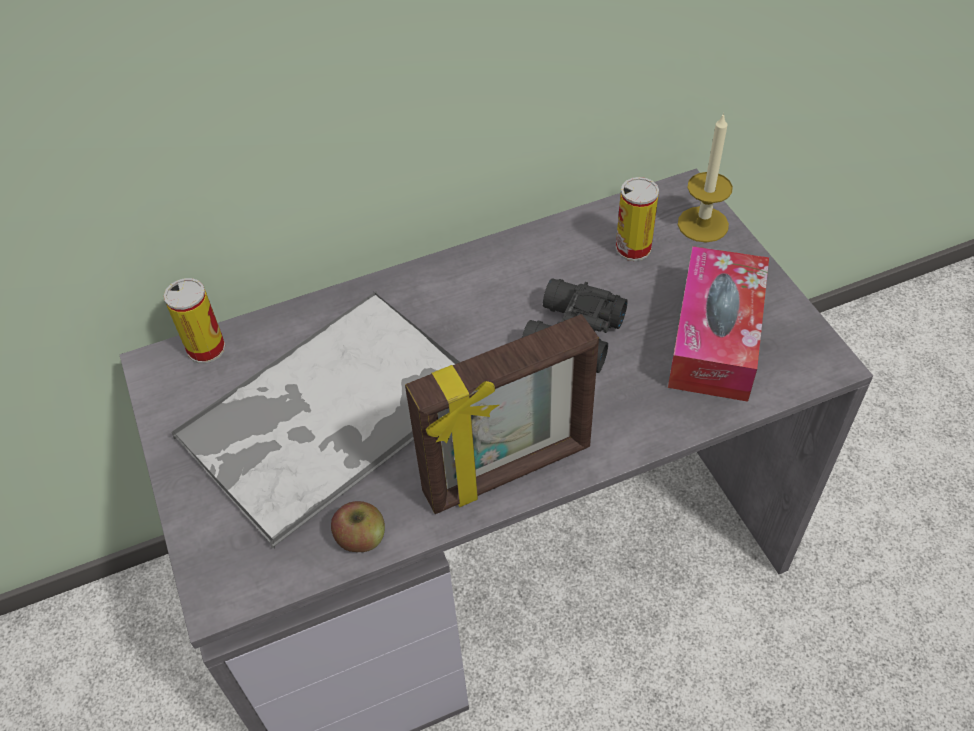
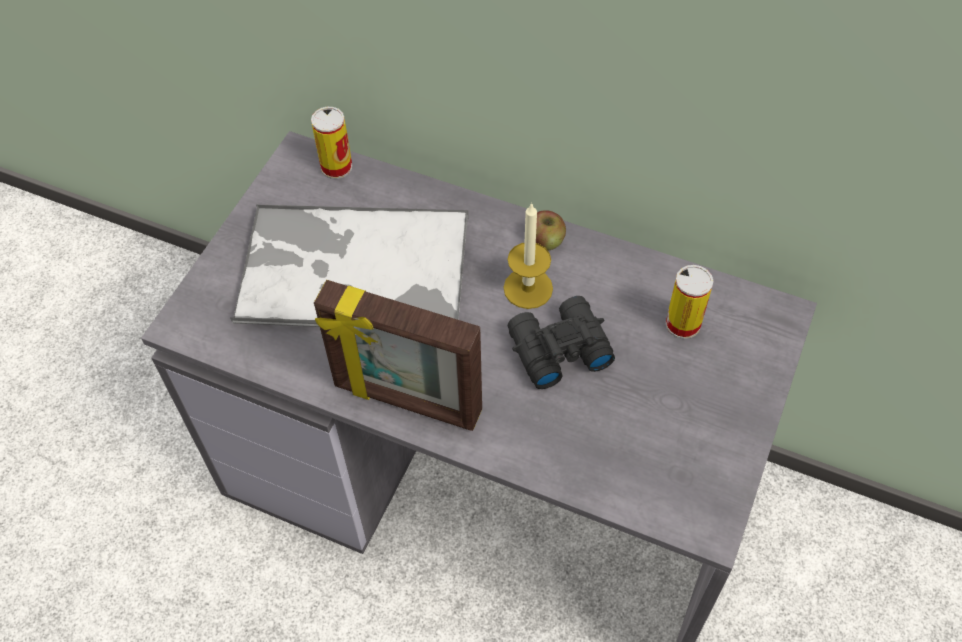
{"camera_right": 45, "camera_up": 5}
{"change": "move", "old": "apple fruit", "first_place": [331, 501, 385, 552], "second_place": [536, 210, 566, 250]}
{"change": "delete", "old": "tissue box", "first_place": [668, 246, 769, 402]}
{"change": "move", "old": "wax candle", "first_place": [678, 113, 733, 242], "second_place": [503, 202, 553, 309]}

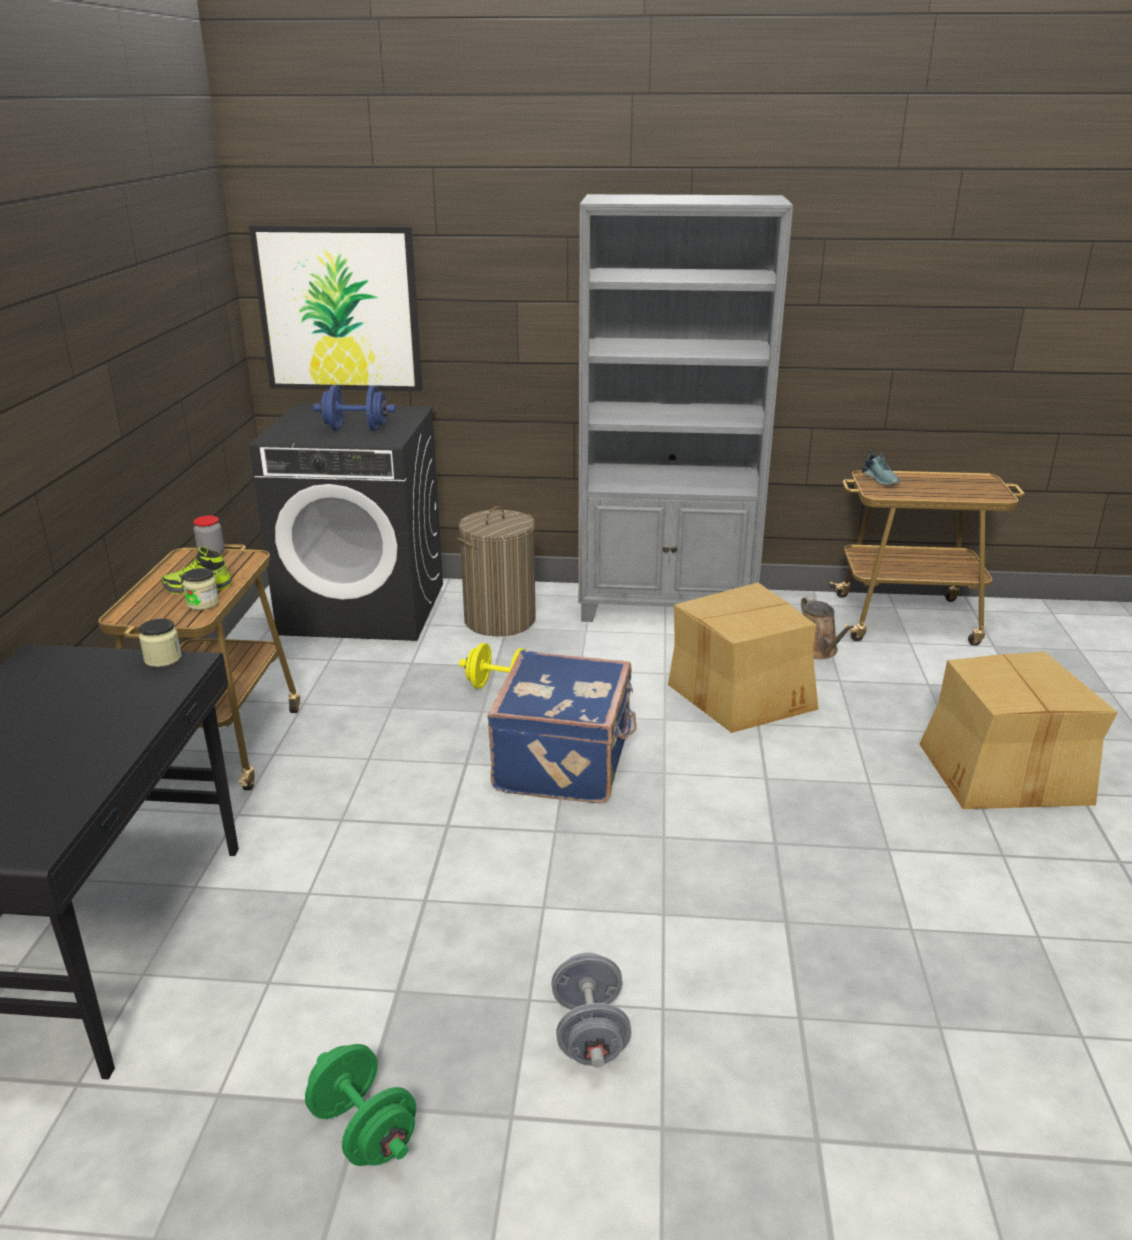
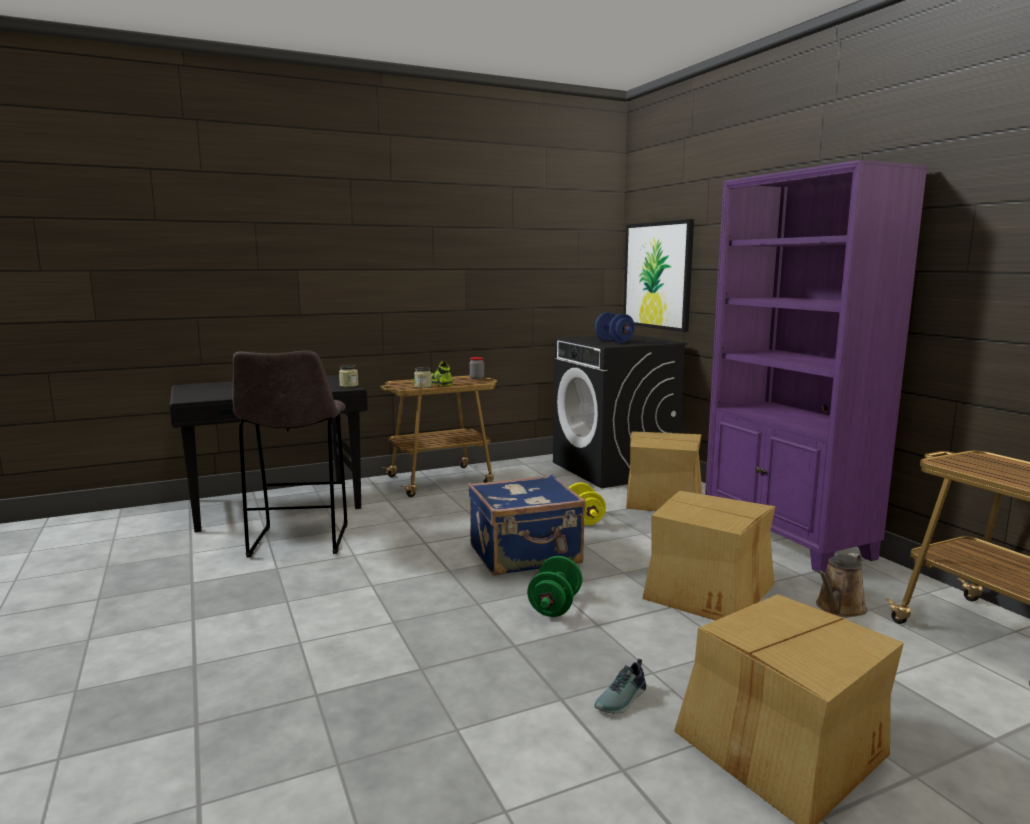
{"camera_right": 60, "camera_up": -15}
{"change": "move", "old": "green-coloured hand weight", "first_place": [305, 1044, 416, 1166], "second_place": [527, 556, 582, 617]}
{"change": "replace", "old": "hamper", "new": "packing box", "first_place": [457, 506, 536, 636], "second_place": [626, 431, 702, 511]}
{"change": "delete", "old": "grey hand weight", "first_place": [551, 953, 632, 1068]}
{"change": "recolor", "old": "grey bookshelf", "new": "purple-coloured bookshelf", "first_place": [578, 194, 793, 622], "second_place": [705, 160, 928, 573]}
{"change": "move", "old": "low shoe", "first_place": [861, 451, 900, 485], "second_place": [594, 659, 646, 714]}
{"change": "insert", "new": "grey stool seat", "second_place": [232, 350, 348, 557]}

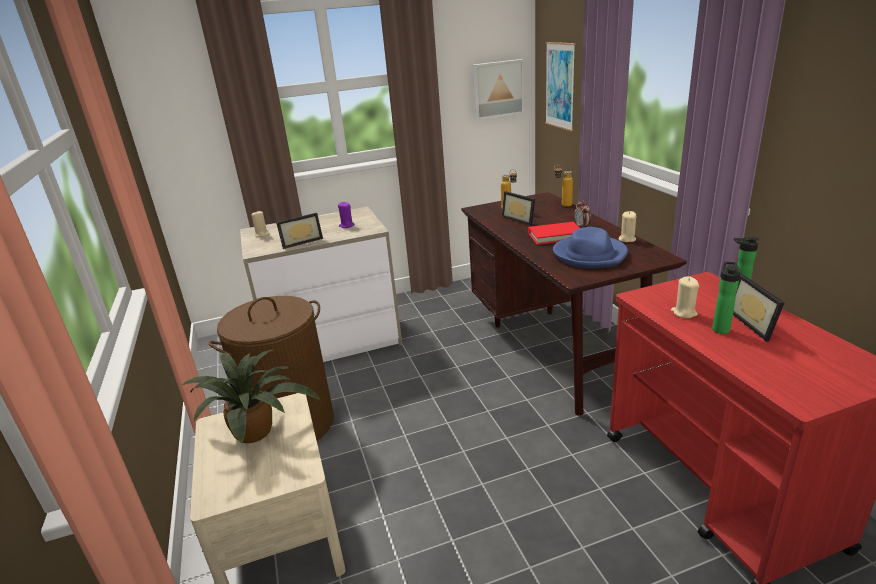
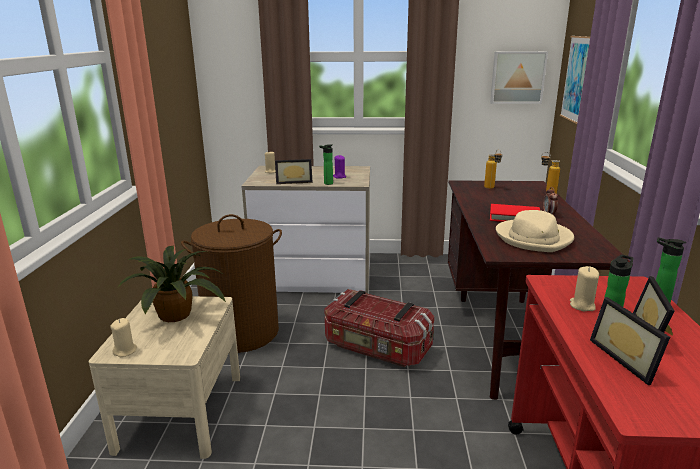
{"camera_right": 20, "camera_up": -5}
{"change": "move", "old": "standing frame", "first_place": [502, 191, 535, 226], "second_place": [590, 297, 670, 385]}
{"change": "recolor", "old": "bluish wearable hat", "new": "beige-coloured wearable hat", "first_place": [553, 227, 628, 268], "second_place": [496, 210, 574, 252]}
{"change": "move", "old": "beige-coloured wax candle", "first_place": [618, 211, 636, 242], "second_place": [110, 318, 137, 357]}
{"change": "insert", "new": "beverage bottle", "second_place": [319, 144, 333, 185]}
{"change": "insert", "new": "storage container", "second_place": [324, 289, 434, 367]}

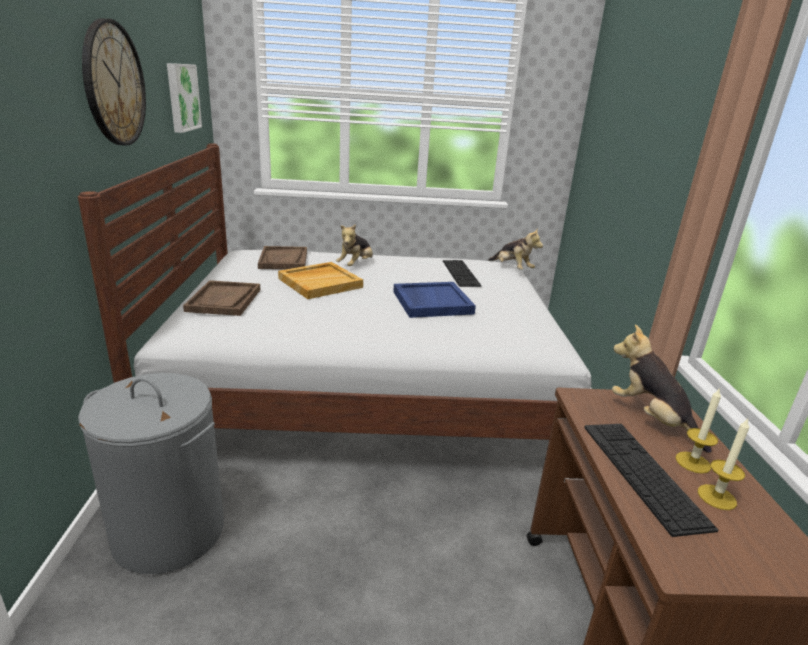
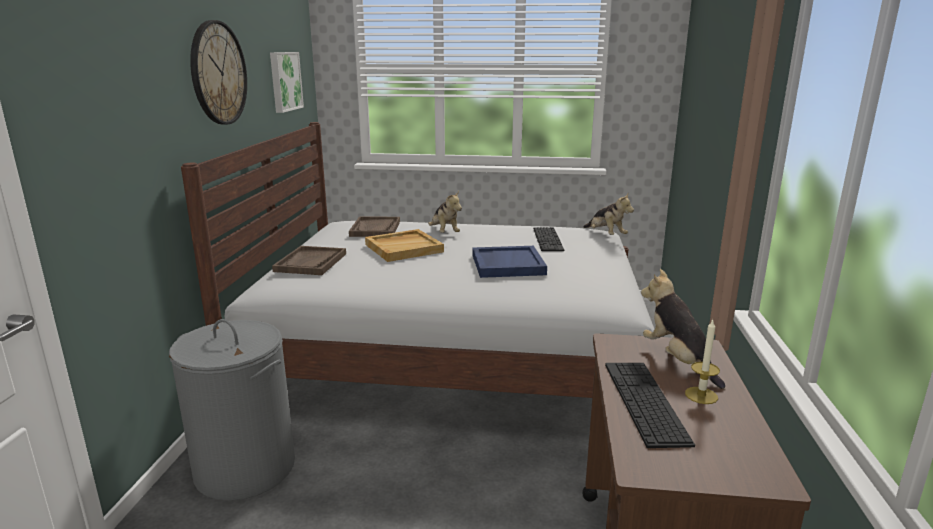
{"camera_right": 10, "camera_up": -5}
{"change": "rotate", "old": "cuddly toy", "first_place": [336, 224, 373, 266], "second_place": [428, 191, 462, 233], "degrees": -60}
{"change": "delete", "old": "wax candle", "first_place": [698, 419, 749, 510]}

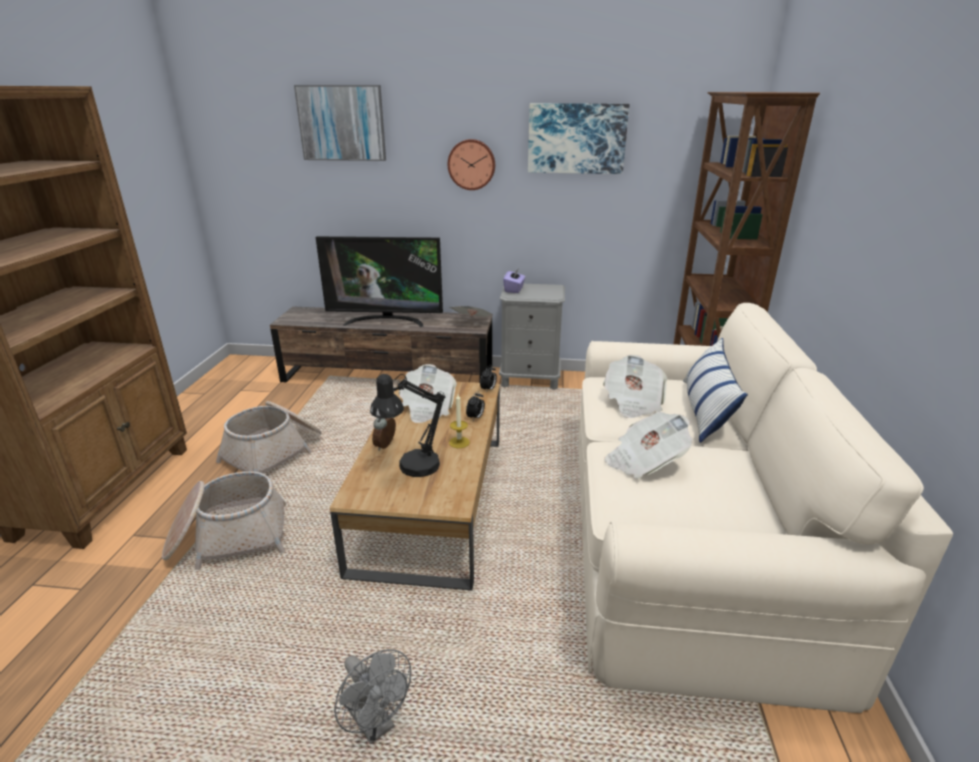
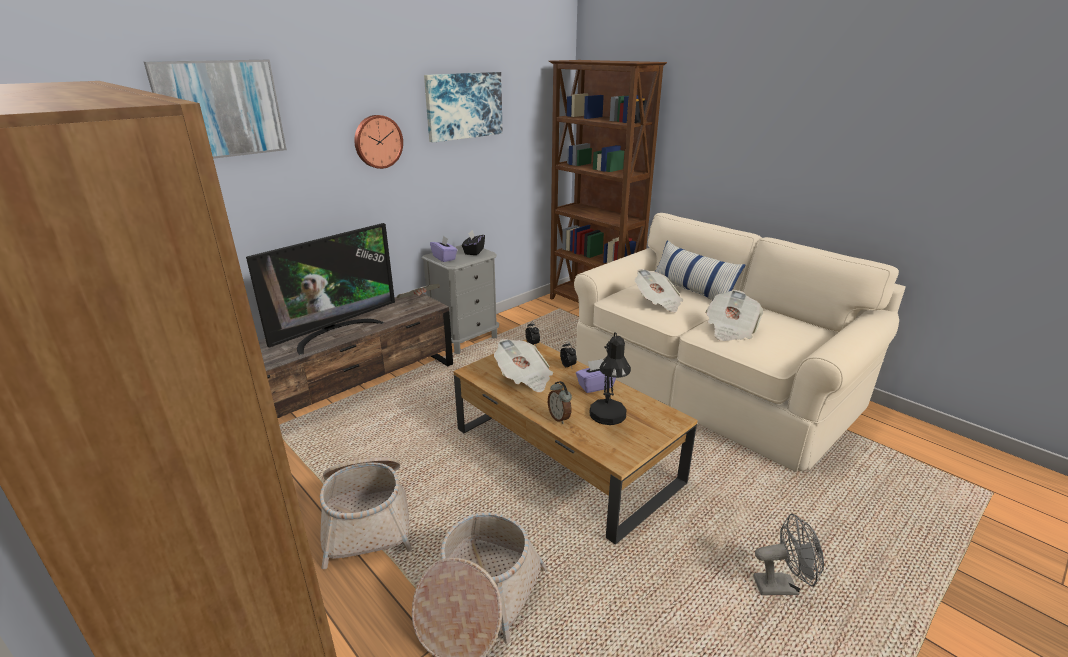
{"camera_right": -50, "camera_up": 0}
{"change": "replace", "old": "wax candle", "new": "purple-coloured tissue box", "first_place": [449, 394, 470, 448], "second_place": [576, 359, 616, 393]}
{"change": "insert", "new": "black-coloured tissue box", "second_place": [462, 230, 485, 255]}

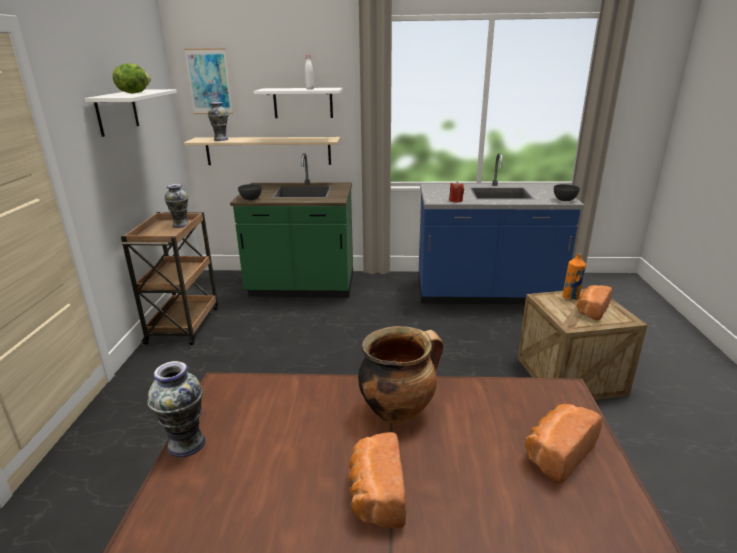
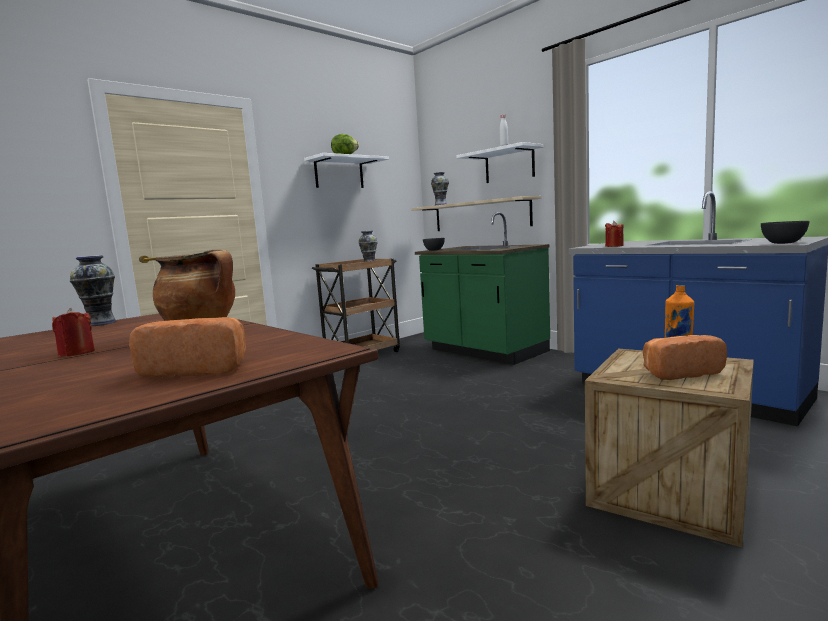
{"camera_right": 45, "camera_up": -15}
{"change": "delete", "old": "wall picture", "first_place": [184, 48, 233, 114]}
{"change": "replace", "old": "baked bread", "new": "red-coloured wax candle", "first_place": [348, 432, 406, 528], "second_place": [52, 308, 95, 357]}

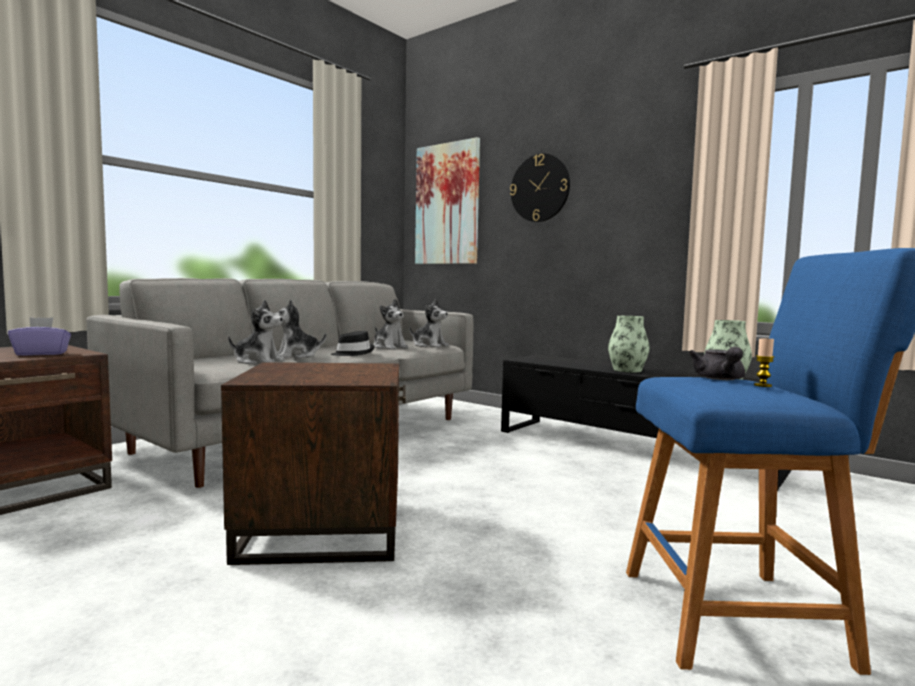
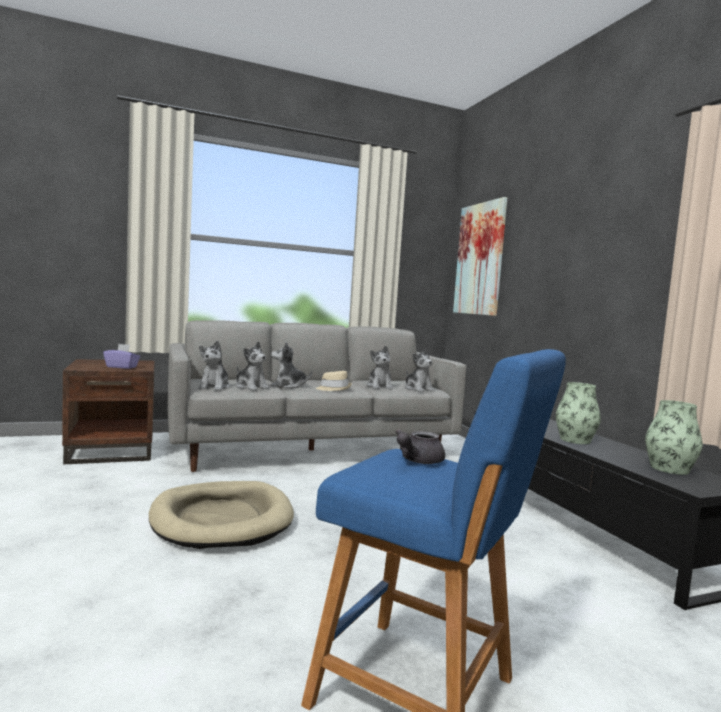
{"camera_right": 30, "camera_up": 0}
{"change": "replace", "old": "brown accent table", "new": "beige-coloured dog bed", "first_place": [221, 362, 405, 565], "second_place": [149, 481, 294, 549]}
{"change": "recolor", "old": "black-coloured wearable hat", "new": "beige-coloured wearable hat", "first_place": [331, 331, 375, 356], "second_place": [316, 371, 352, 391]}
{"change": "delete", "old": "clock on the wall", "first_place": [510, 153, 570, 222]}
{"change": "delete", "old": "wax candle", "first_place": [754, 337, 774, 387]}
{"change": "insert", "new": "cuddly toy", "second_place": [199, 340, 230, 391]}

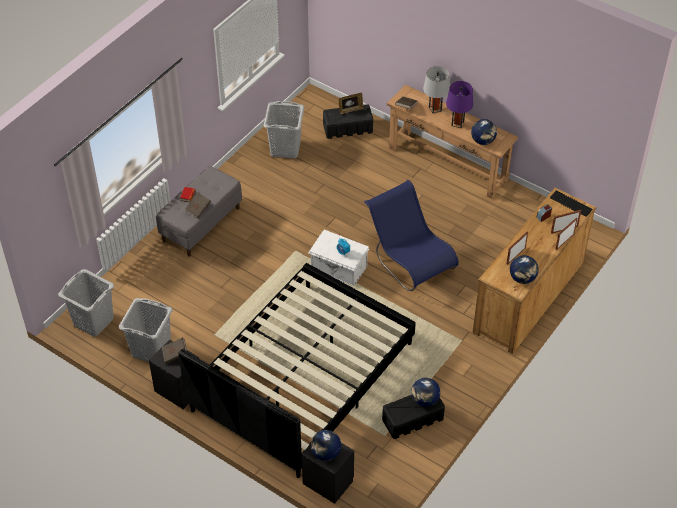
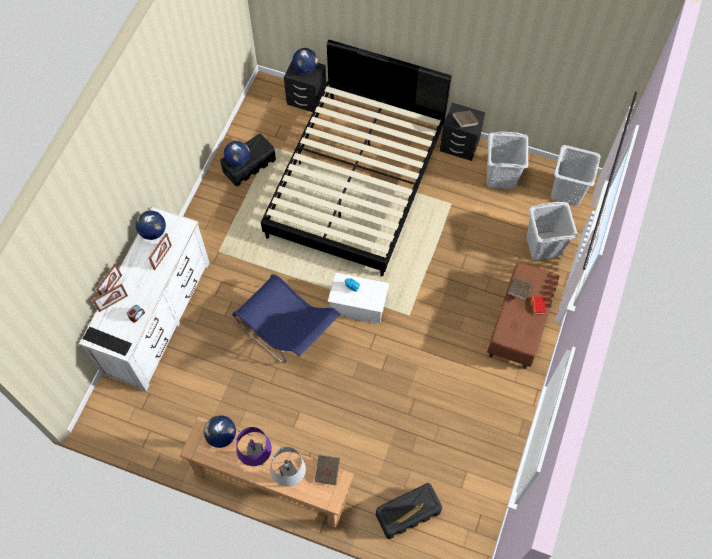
{"camera_right": 165, "camera_up": 15}
{"change": "recolor", "old": "grey long seat", "new": "brown long seat", "first_place": [156, 166, 242, 256], "second_place": [487, 262, 559, 369]}
{"change": "move", "old": "grey hamper", "first_place": [264, 101, 305, 158], "second_place": [526, 202, 578, 261]}
{"change": "recolor", "old": "brown dresser", "new": "white-coloured dresser", "first_place": [473, 188, 597, 354], "second_place": [79, 206, 210, 392]}

